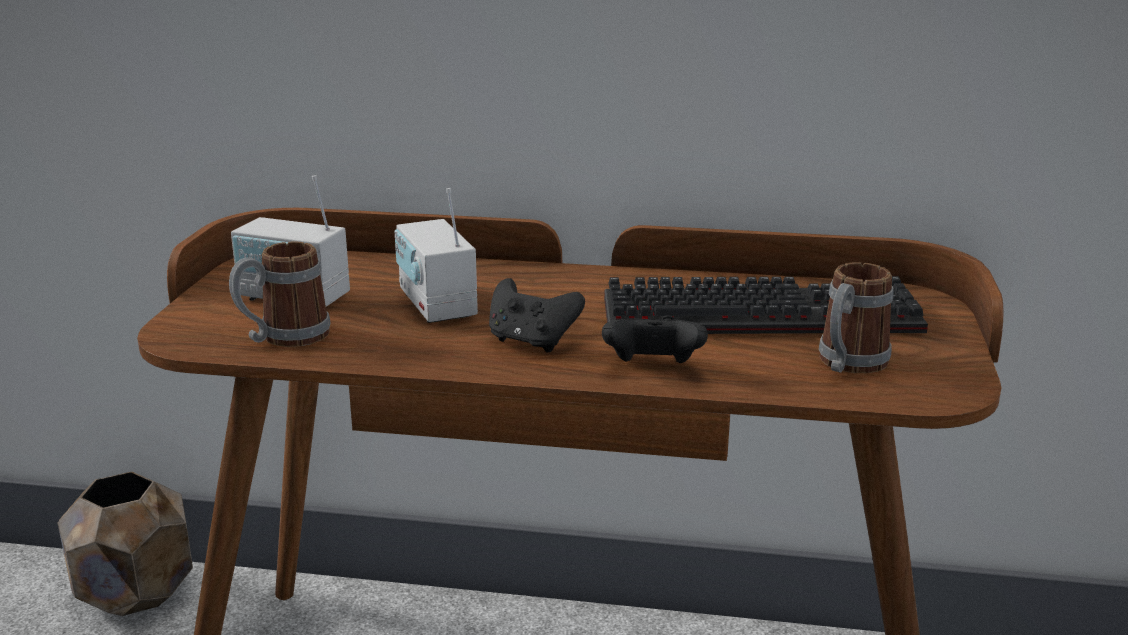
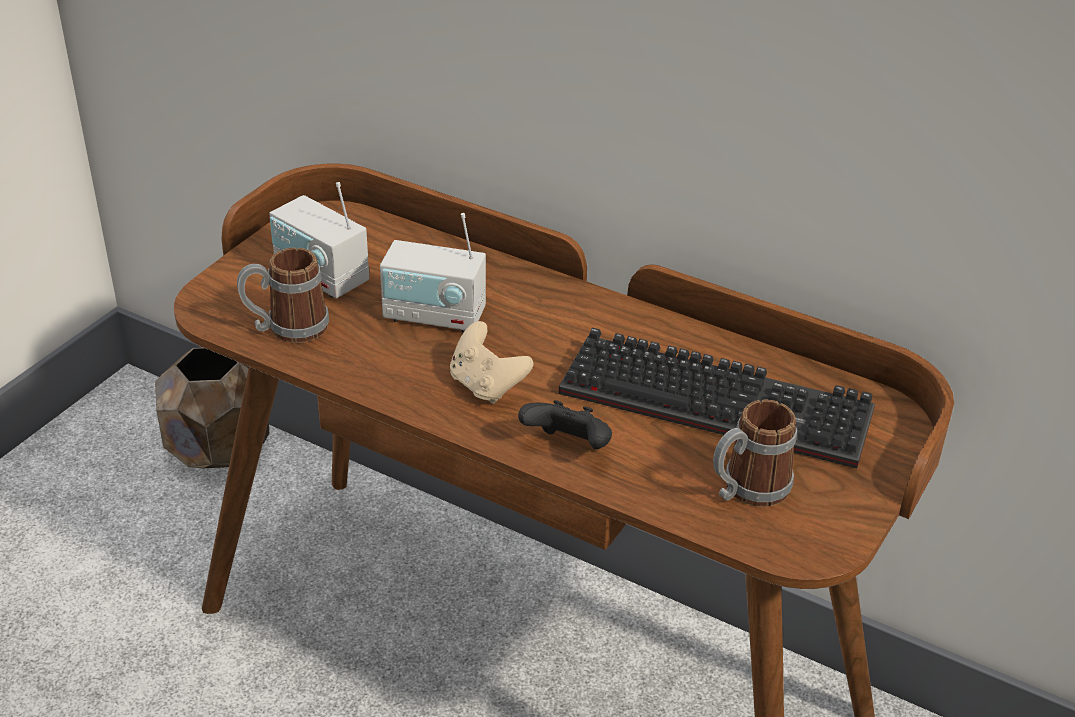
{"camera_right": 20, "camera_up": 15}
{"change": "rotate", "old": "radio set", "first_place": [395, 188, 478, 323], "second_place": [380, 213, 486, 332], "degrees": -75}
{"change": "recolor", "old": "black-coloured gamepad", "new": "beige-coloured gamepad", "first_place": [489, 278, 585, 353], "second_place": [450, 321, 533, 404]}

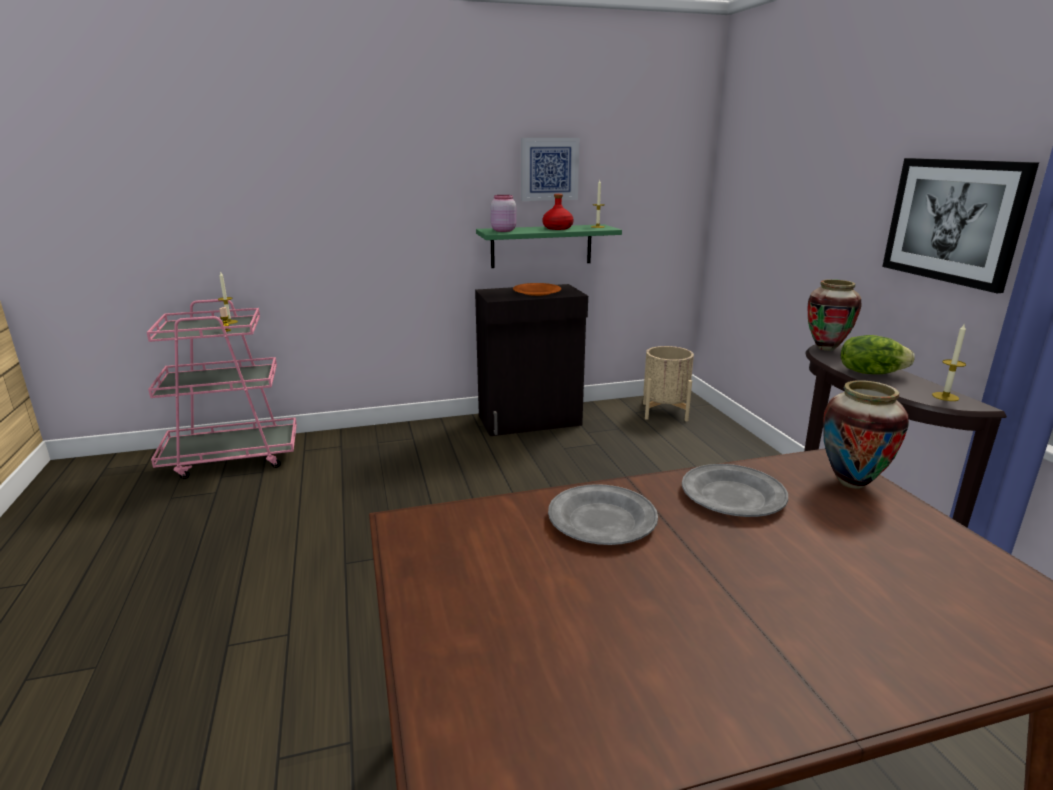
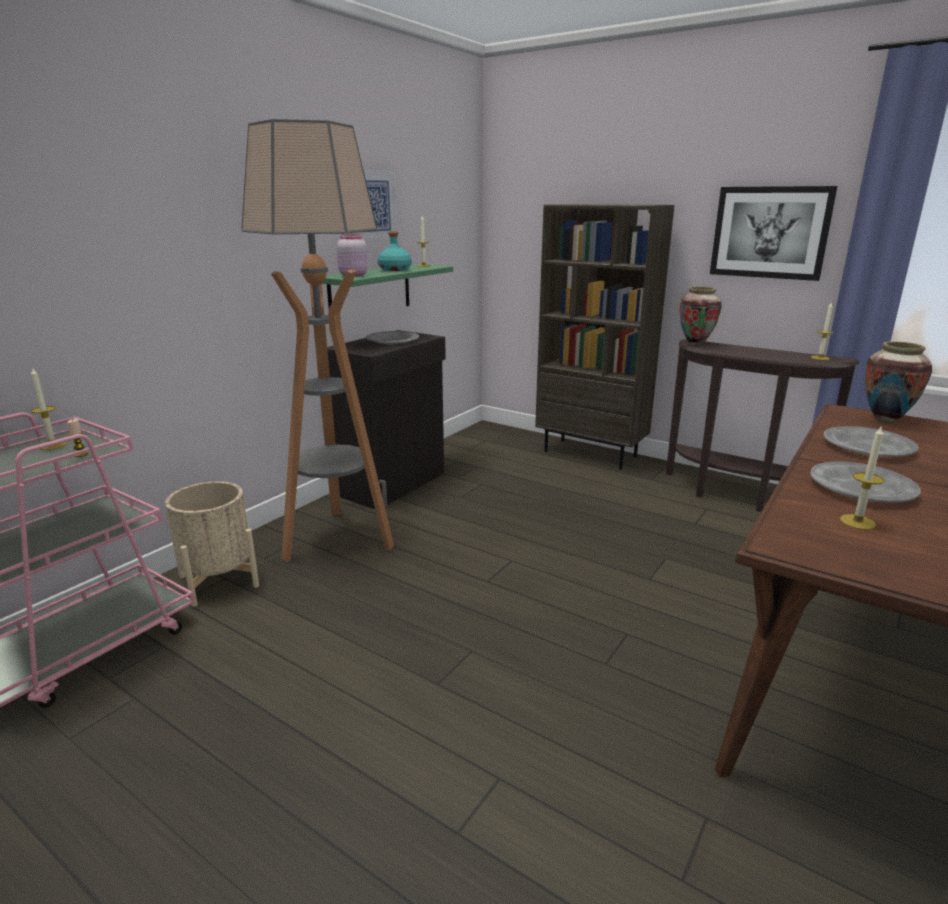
{"camera_right": -40, "camera_up": 0}
{"change": "recolor", "old": "orange-coloured flat dish", "new": "grey flat dish", "first_place": [513, 283, 561, 296], "second_place": [366, 331, 419, 344]}
{"change": "recolor", "old": "red-coloured beverage bottle", "new": "turquoise-coloured beverage bottle", "first_place": [543, 194, 573, 230], "second_place": [378, 232, 411, 271]}
{"change": "move", "old": "beige-coloured planter", "first_place": [643, 346, 694, 421], "second_place": [165, 481, 259, 607]}
{"change": "delete", "old": "head of lettuce", "first_place": [841, 335, 915, 374]}
{"change": "insert", "new": "standard lamp", "second_place": [241, 119, 394, 562]}
{"change": "insert", "new": "brown bookshelf", "second_place": [535, 204, 674, 470]}
{"change": "insert", "new": "wax candle", "second_place": [840, 425, 884, 530]}

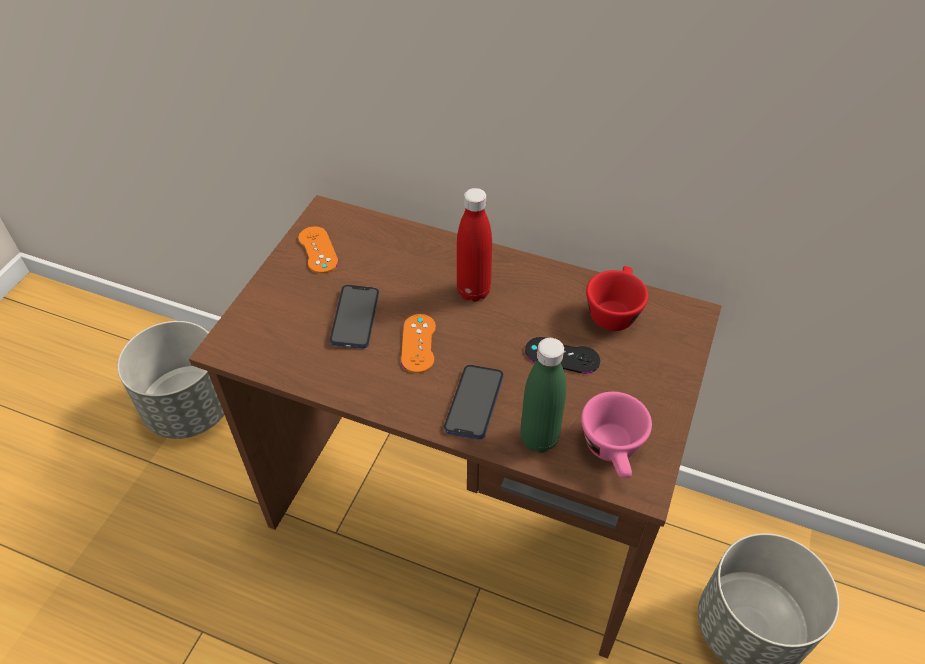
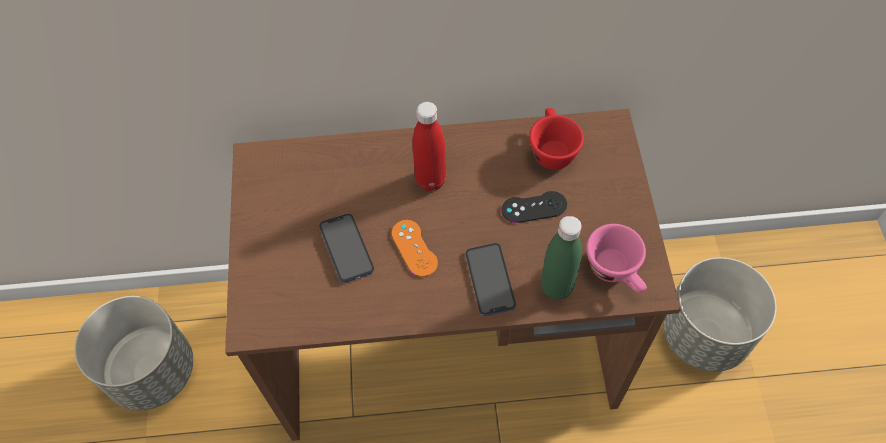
{"camera_right": -25, "camera_up": 10}
{"change": "delete", "old": "orange-coloured gamepad", "first_place": [298, 227, 338, 273]}

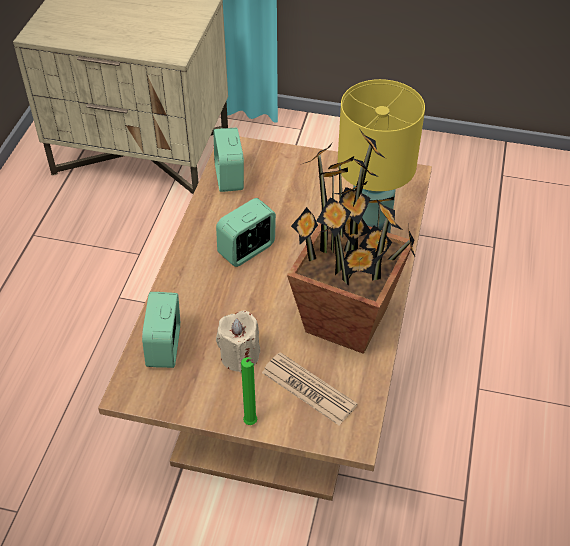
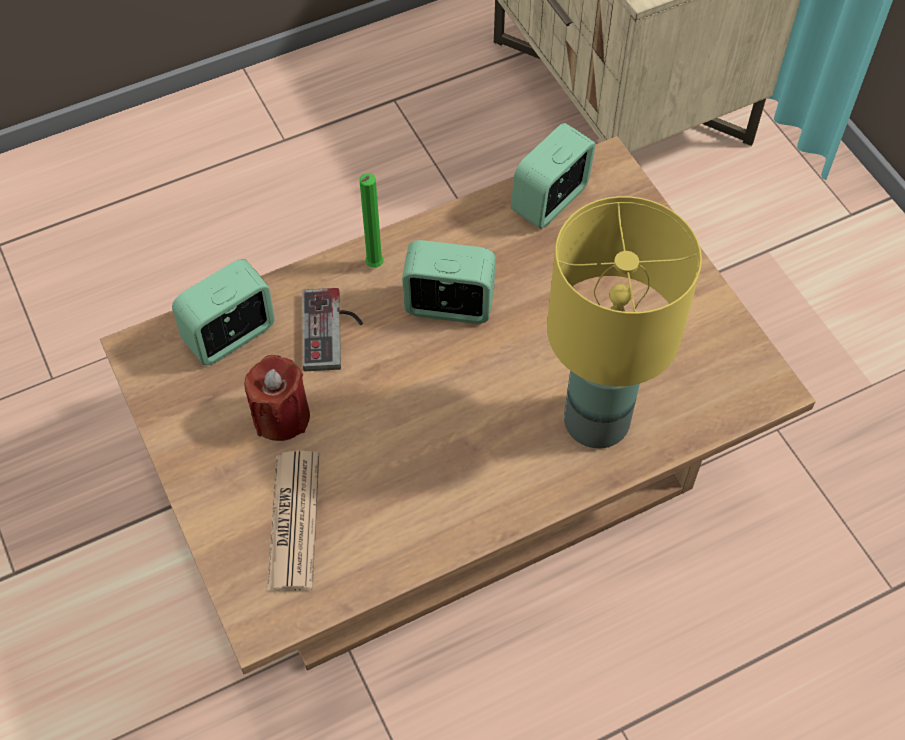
{"camera_right": 50, "camera_up": 10}
{"change": "recolor", "old": "beige-coloured wax candle", "new": "red-coloured wax candle", "first_place": [216, 311, 260, 373], "second_place": [245, 355, 310, 441]}
{"change": "move", "old": "green-coloured wax candle", "first_place": [241, 357, 257, 425], "second_place": [360, 173, 384, 268]}
{"change": "delete", "old": "plant in a pot", "first_place": [287, 130, 415, 354]}
{"change": "insert", "new": "gamepad", "second_place": [302, 288, 363, 371]}

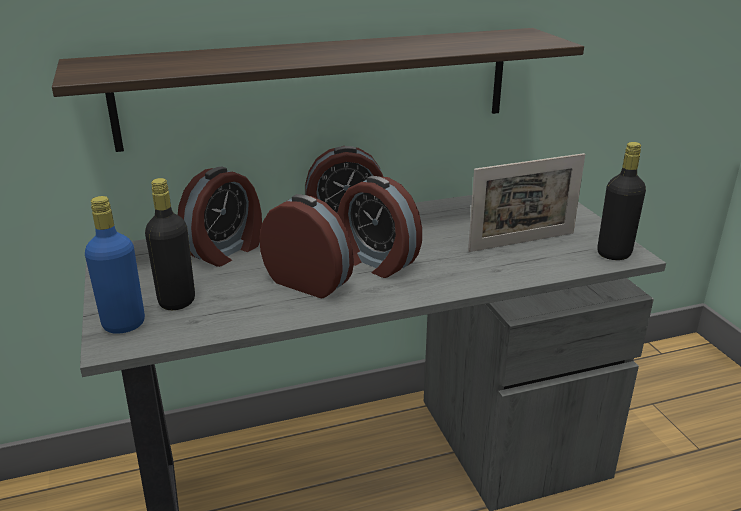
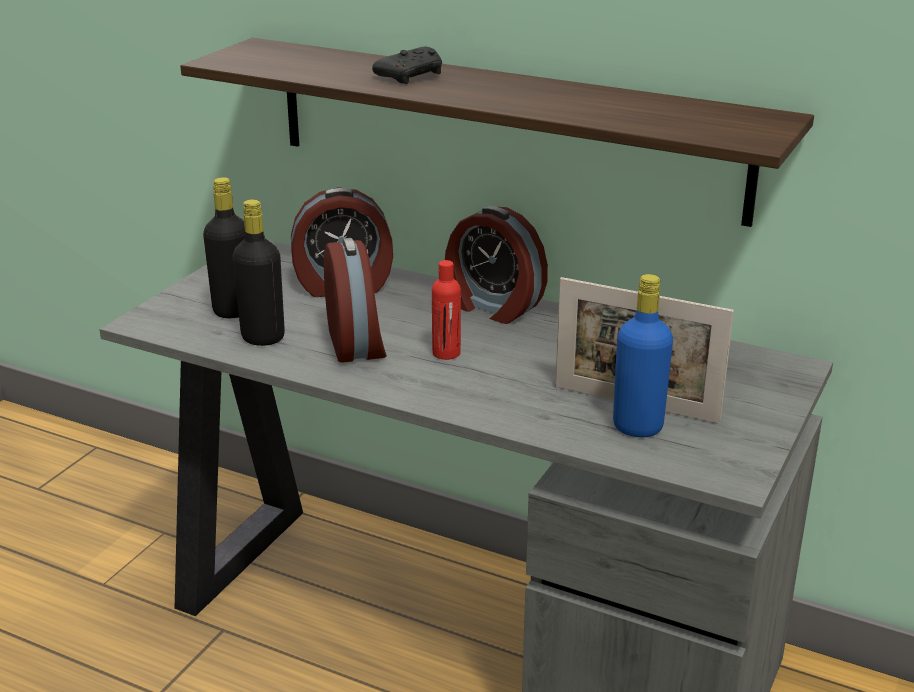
{"camera_right": 45, "camera_up": 0}
{"change": "move", "old": "bluish beverage bottle", "first_place": [85, 196, 145, 334], "second_place": [613, 274, 673, 437]}
{"change": "replace", "old": "bedside clock", "new": "red-coloured beverage bottle", "first_place": [337, 176, 422, 278], "second_place": [432, 260, 461, 360]}
{"change": "move", "old": "black-coloured beverage bottle", "first_place": [597, 142, 646, 260], "second_place": [232, 200, 285, 346]}
{"change": "insert", "new": "black-coloured gamepad", "second_place": [372, 47, 442, 84]}

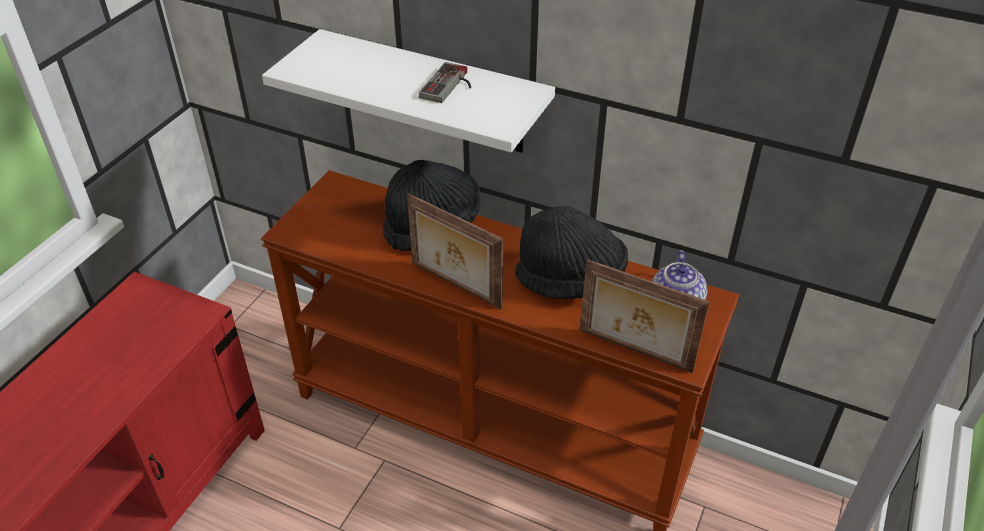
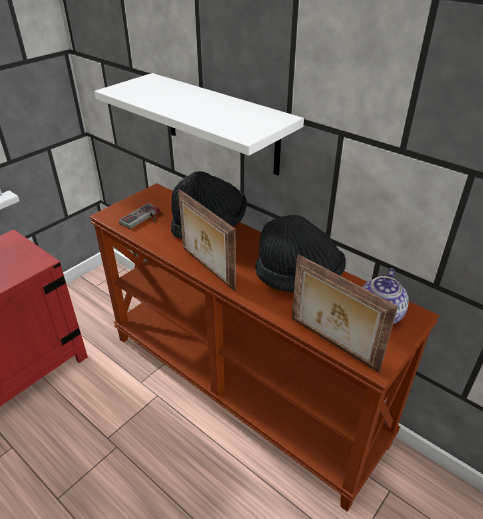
{"camera_right": 15, "camera_up": -5}
{"change": "move", "old": "gamepad", "first_place": [419, 62, 471, 103], "second_place": [119, 203, 160, 229]}

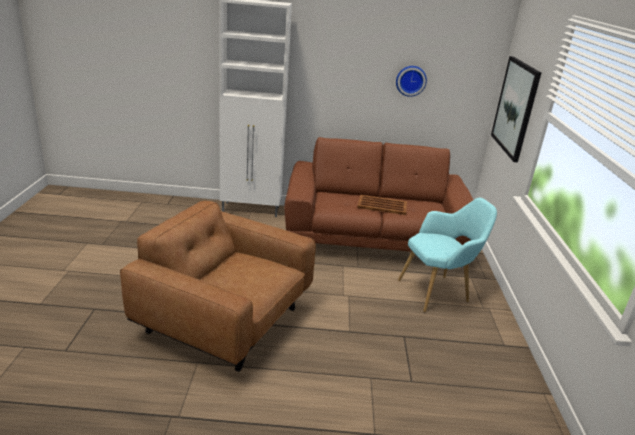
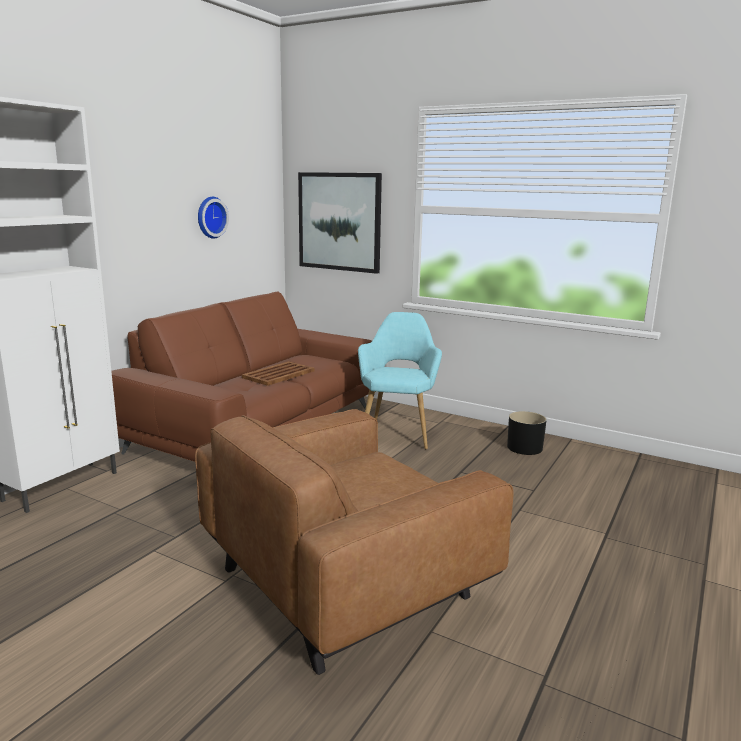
{"camera_right": -60, "camera_up": -10}
{"change": "insert", "new": "black-coloured planter", "second_place": [507, 411, 547, 455]}

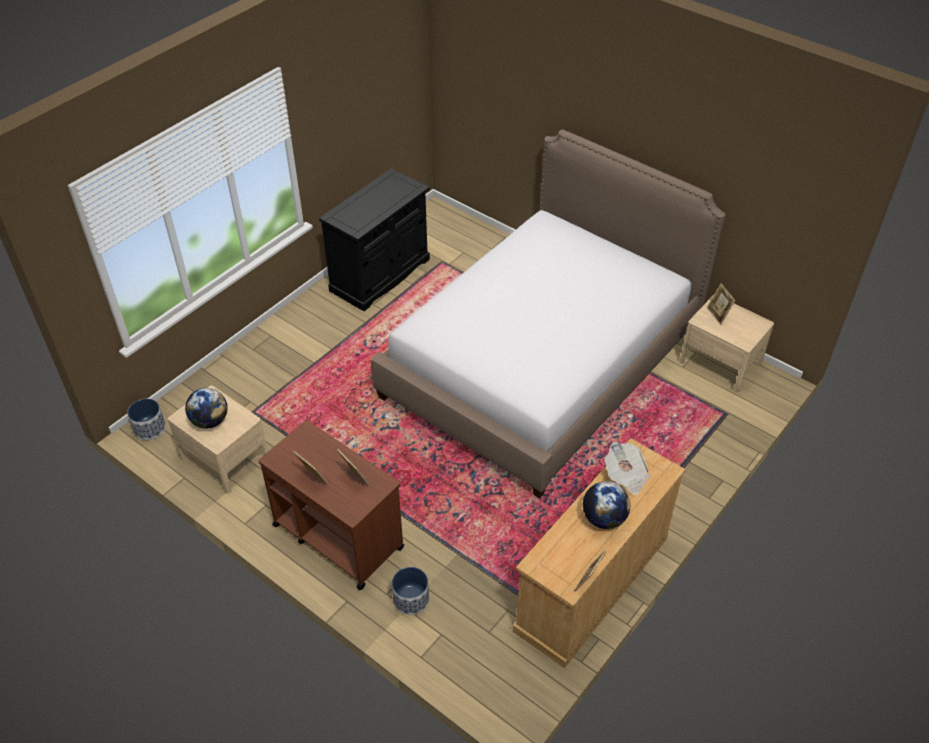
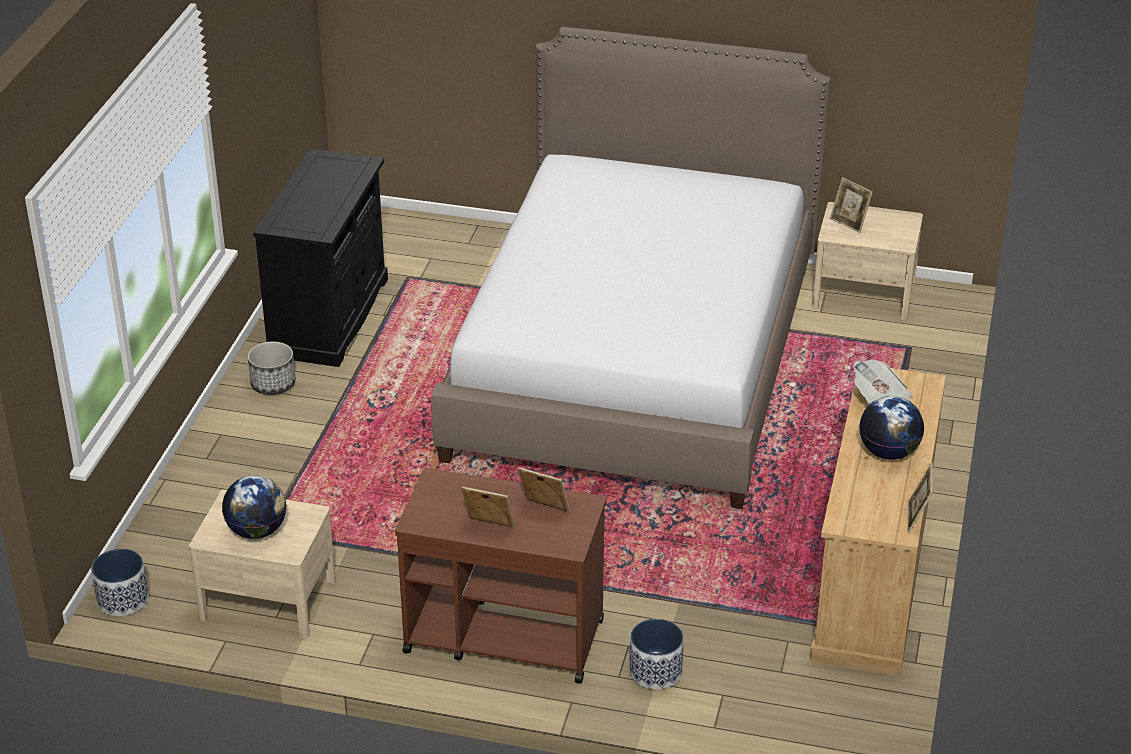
{"camera_right": -25, "camera_up": -10}
{"change": "insert", "new": "planter", "second_place": [247, 341, 296, 395]}

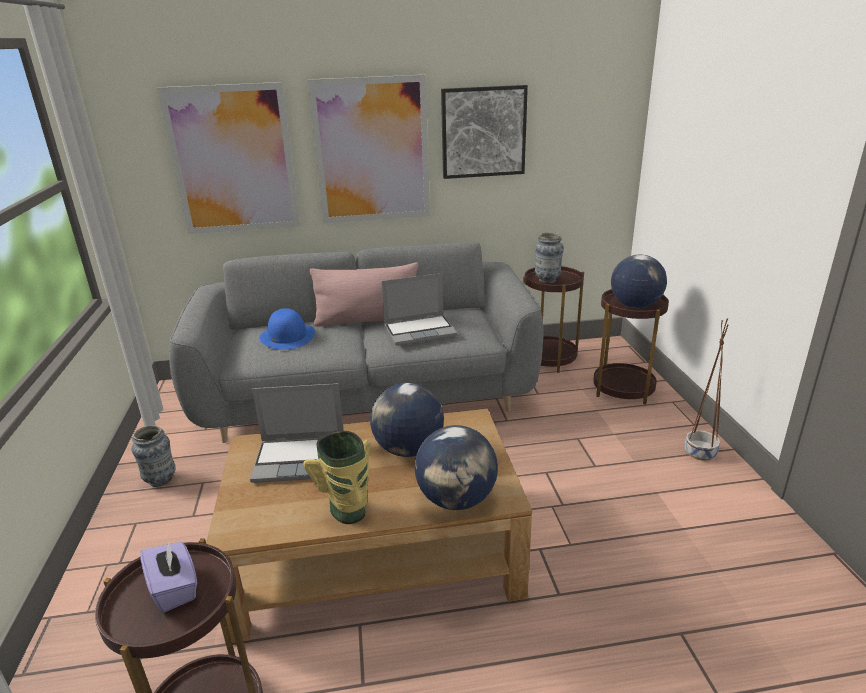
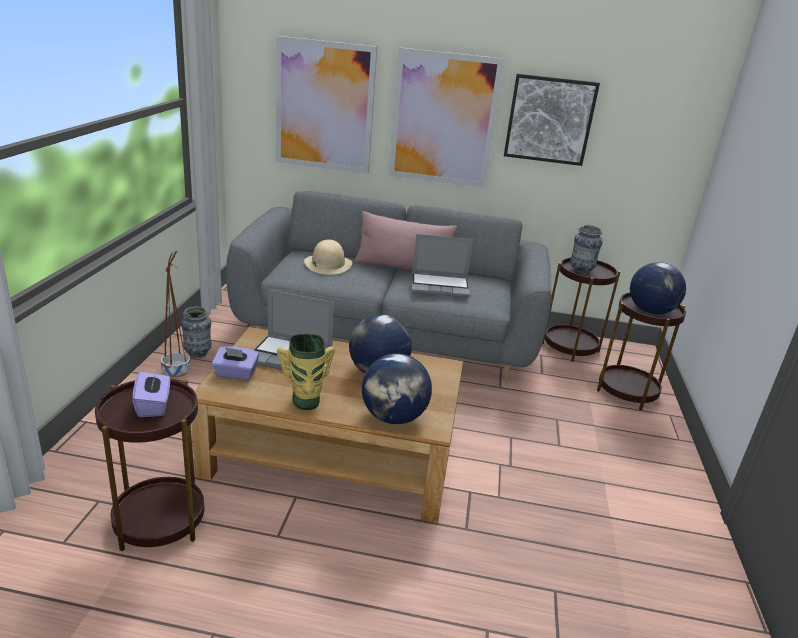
{"camera_right": 15, "camera_up": 0}
{"change": "recolor", "old": "bluish wearable hat", "new": "beige-coloured wearable hat", "first_place": [259, 308, 315, 350], "second_place": [304, 239, 352, 274]}
{"change": "move", "old": "brown planter", "first_place": [684, 318, 729, 461], "second_place": [160, 251, 191, 377]}
{"change": "insert", "new": "purple-coloured tissue box", "second_place": [212, 346, 259, 380]}

